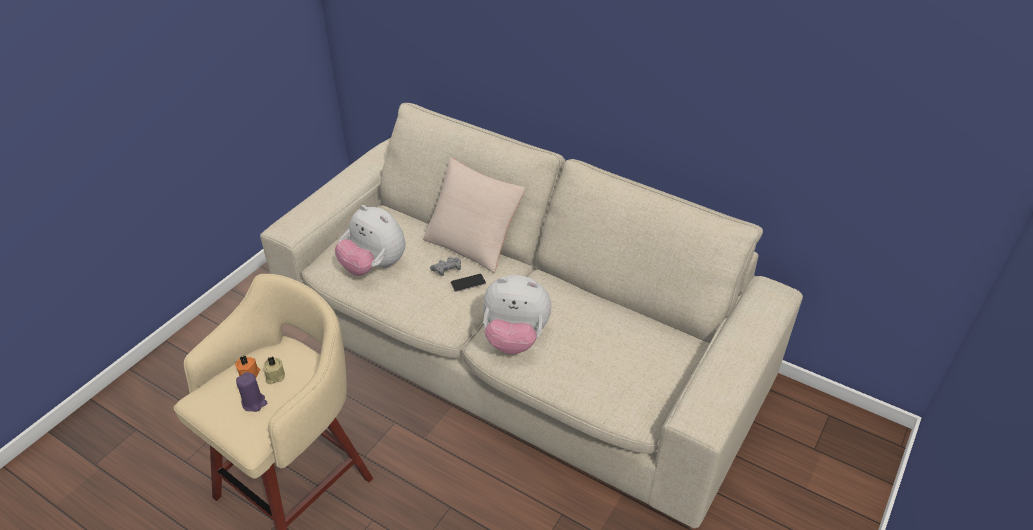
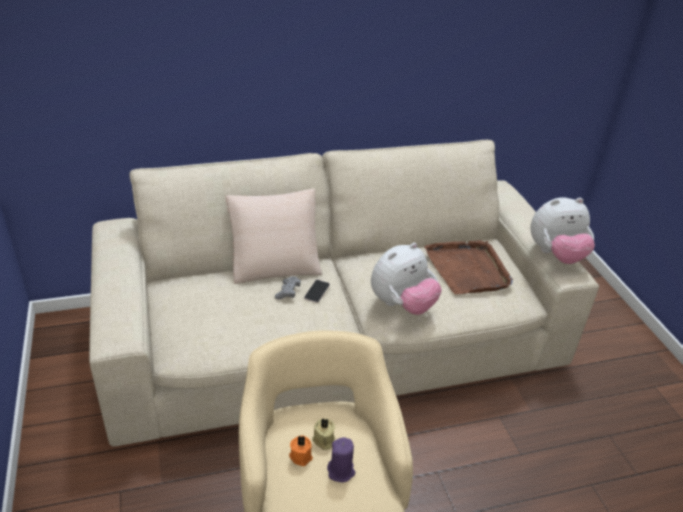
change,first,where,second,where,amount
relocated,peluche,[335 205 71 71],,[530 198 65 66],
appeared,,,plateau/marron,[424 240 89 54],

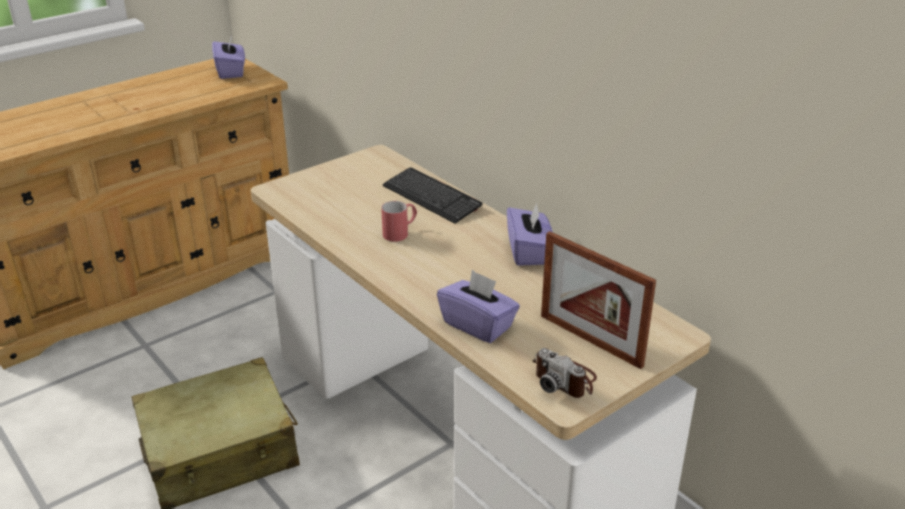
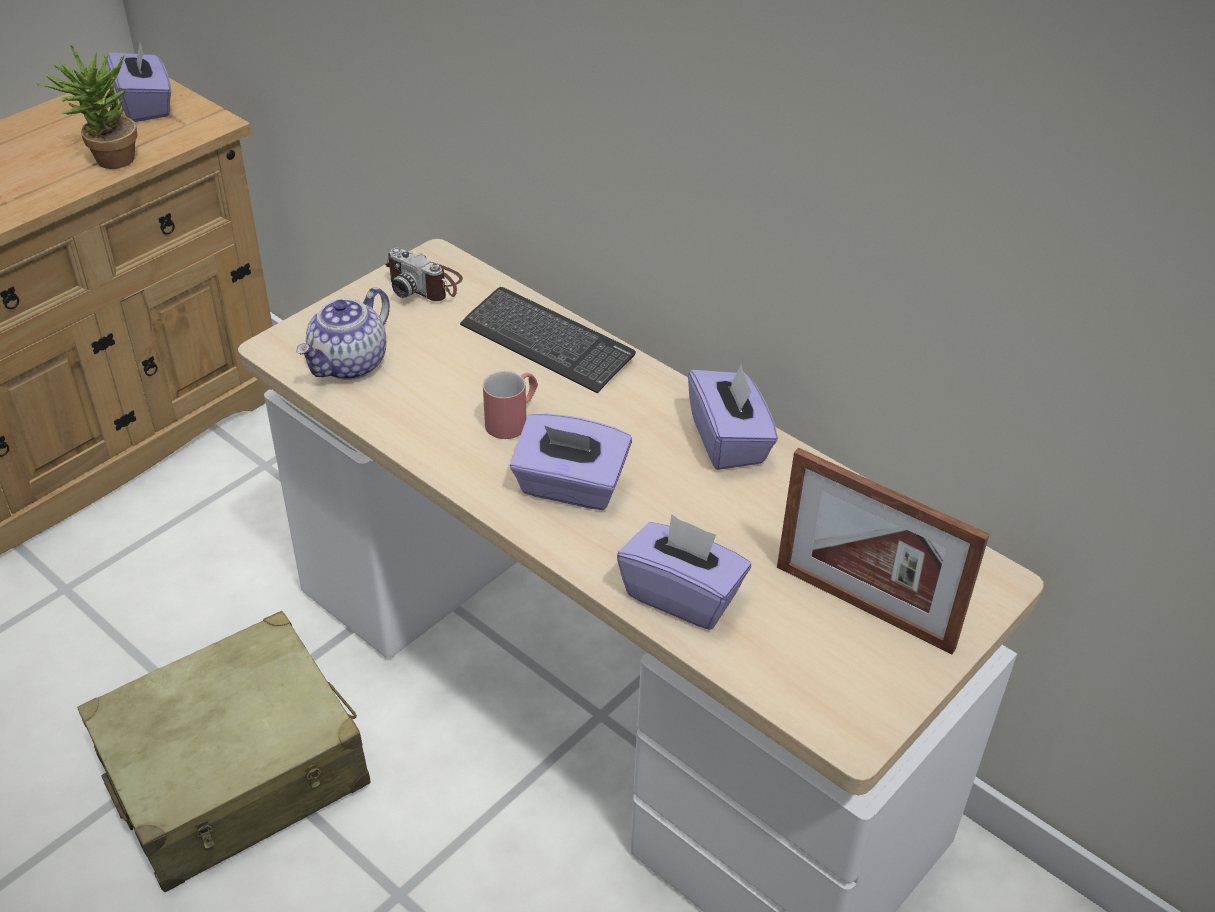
change,first,where,second,where,amount
relocated,appareil photo,[532 348 65 50],,[385 247 78 54],
appeared,,,plante en pot,[37 44 100 125],
appeared,,,théière,[296 287 94 93],
appeared,,,boîte à mouchoirs/violet,[510 413 122 97],

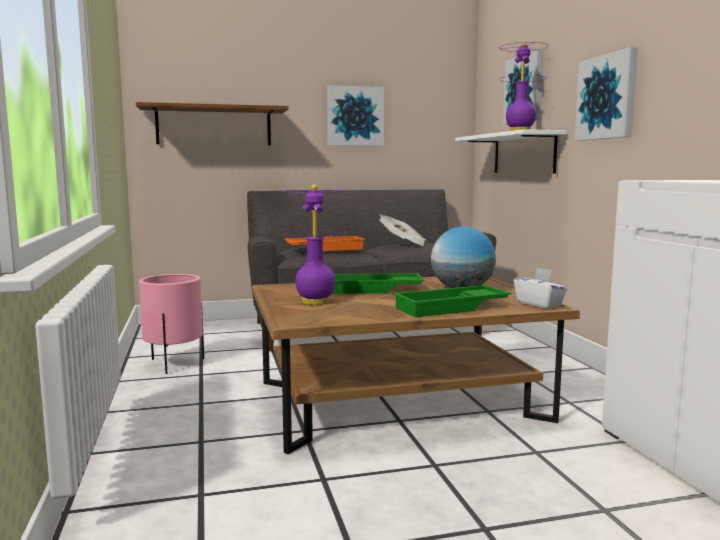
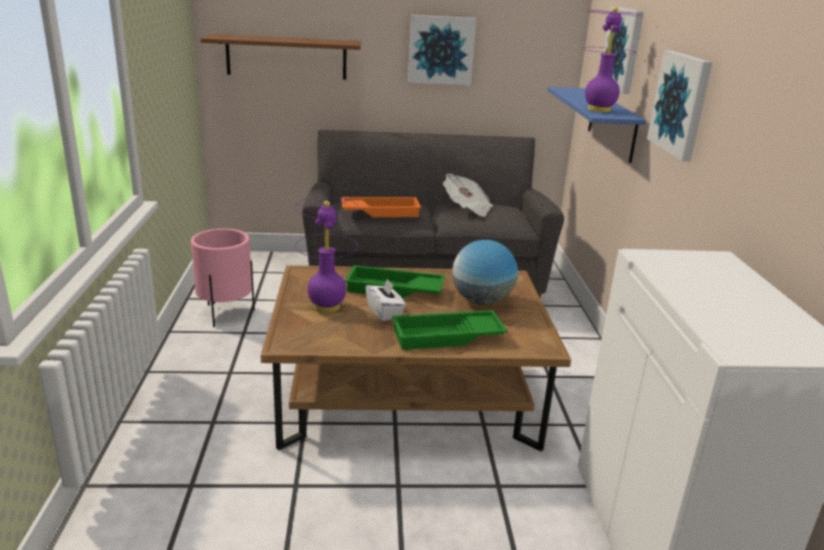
change,first,where,second,where,amount
colour,étagère/blanc,[455 129 112 45],étagère/bleu,[547 87 99 76],
relocated,boîte à mouchoirs/blanc,[514 268 53 40],,[365 278 41 43],

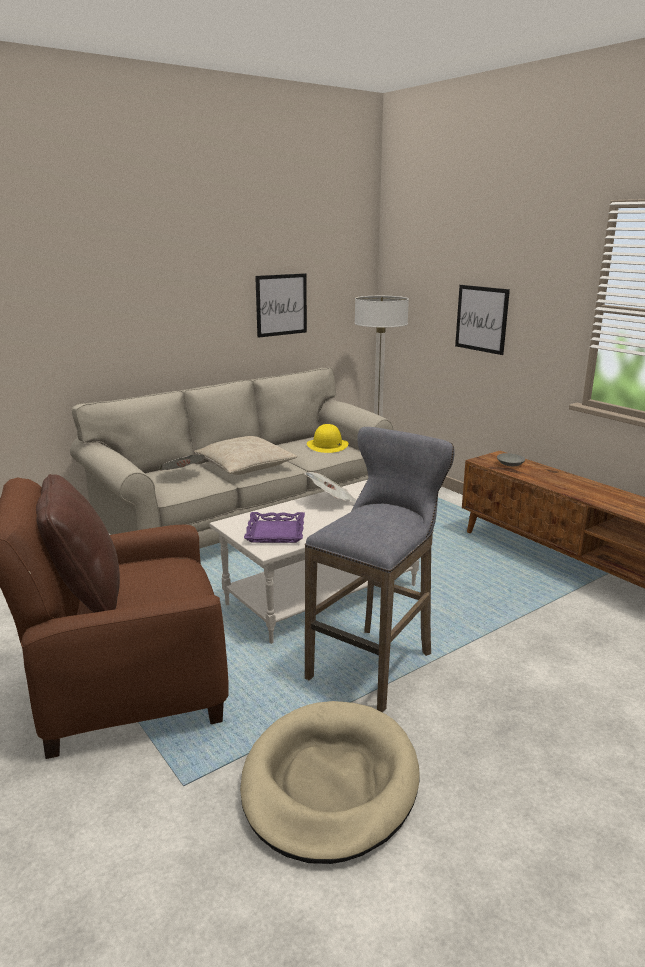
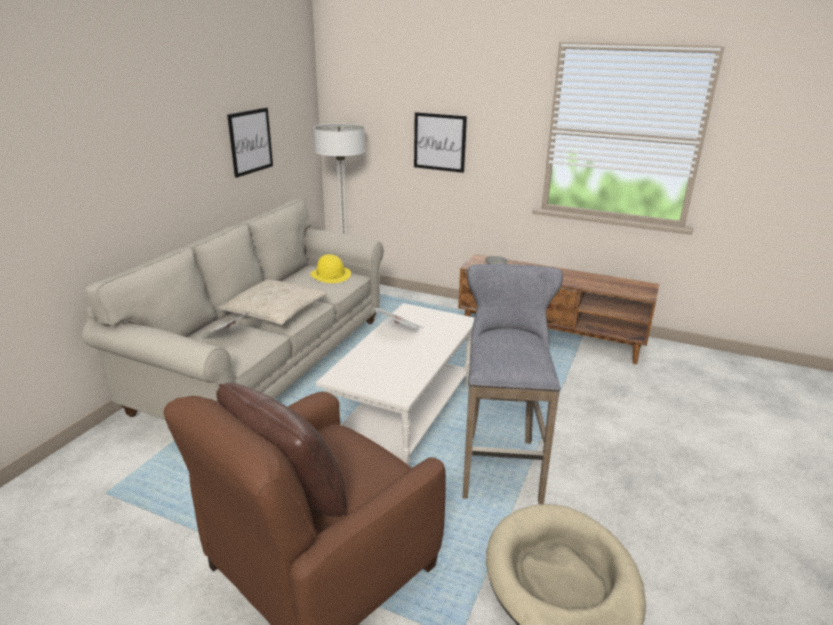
change,first,where,second,where,amount
missing,plateau/violet,[244 512 61 31],,,

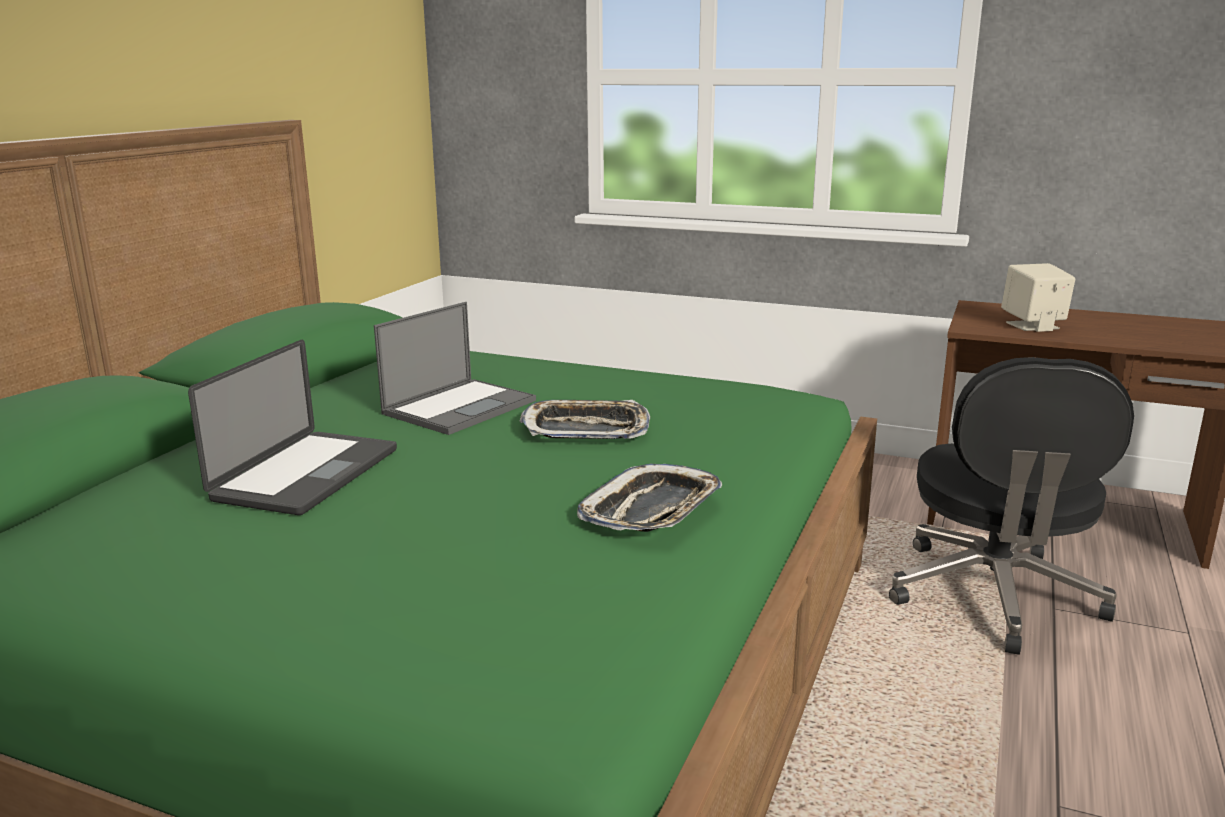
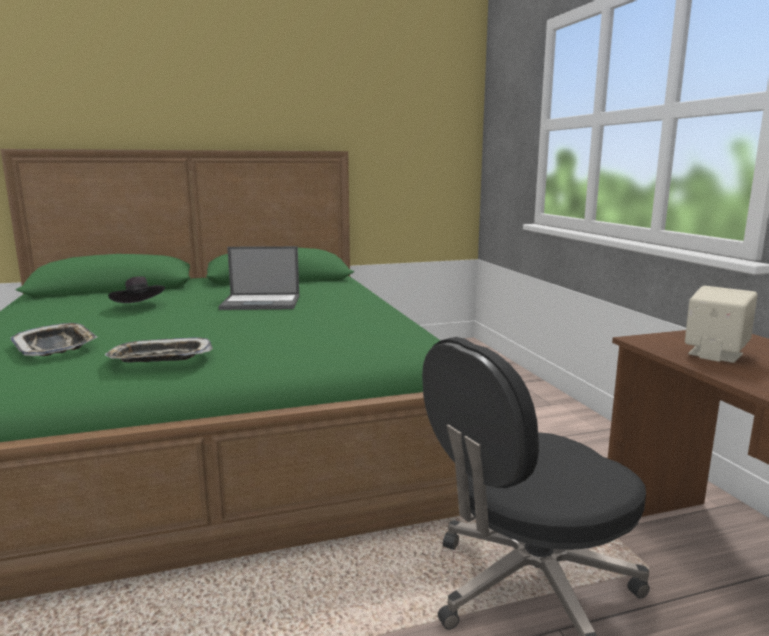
change,first,where,second,where,amount
exchanged,ordinateur portable,[188 340 209 175],chapeau/noir,[108 276 57 27],
relocated,plateau,[519 400 131 39],,[11 323 87 33],

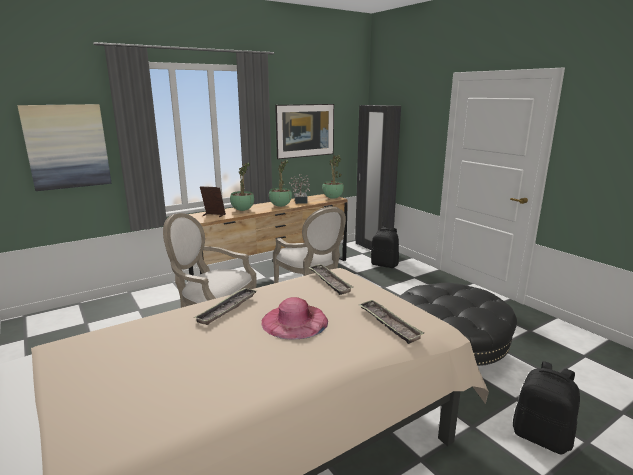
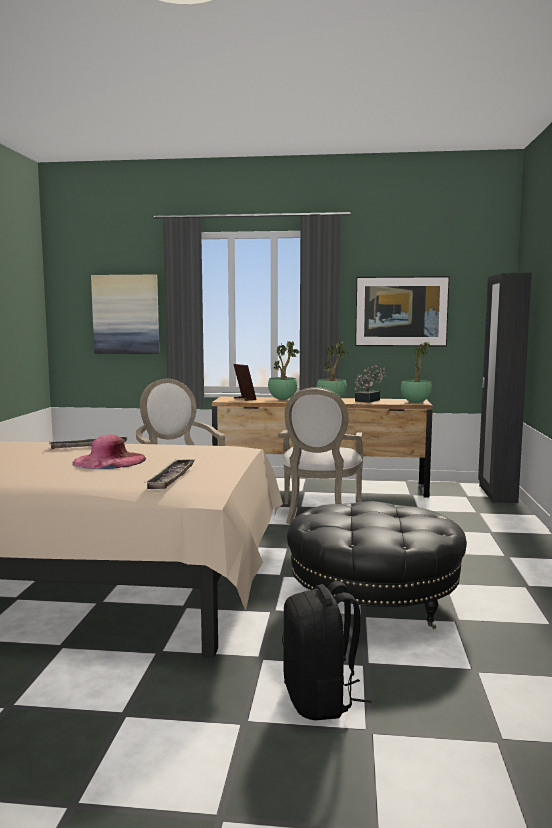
change,first,where,second,where,amount
missing,sac à dos/noir,[371 226 28 42],,,
missing,plateau,[308 264 45 31],,,

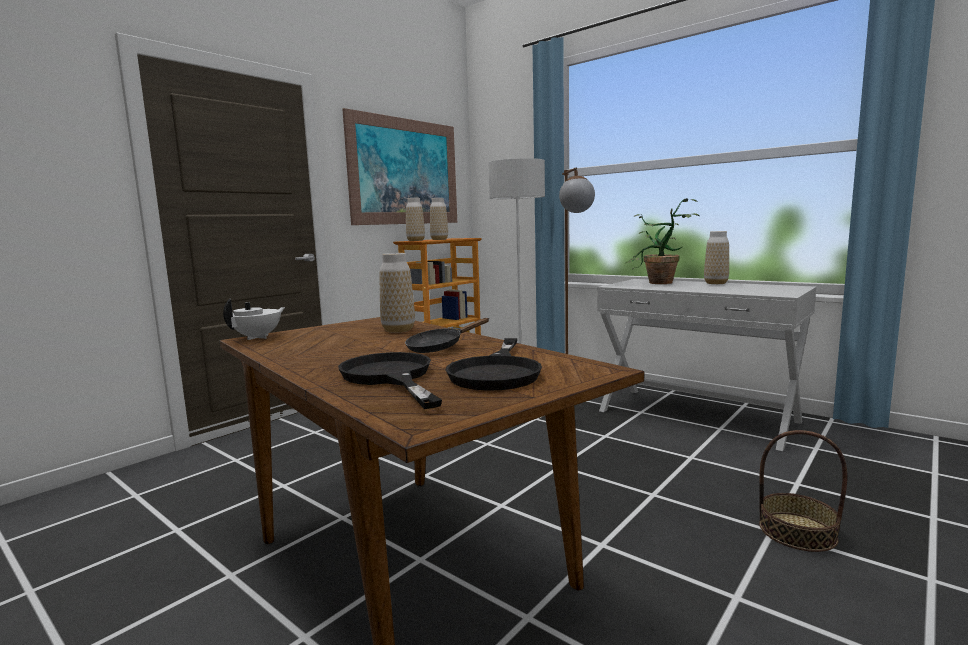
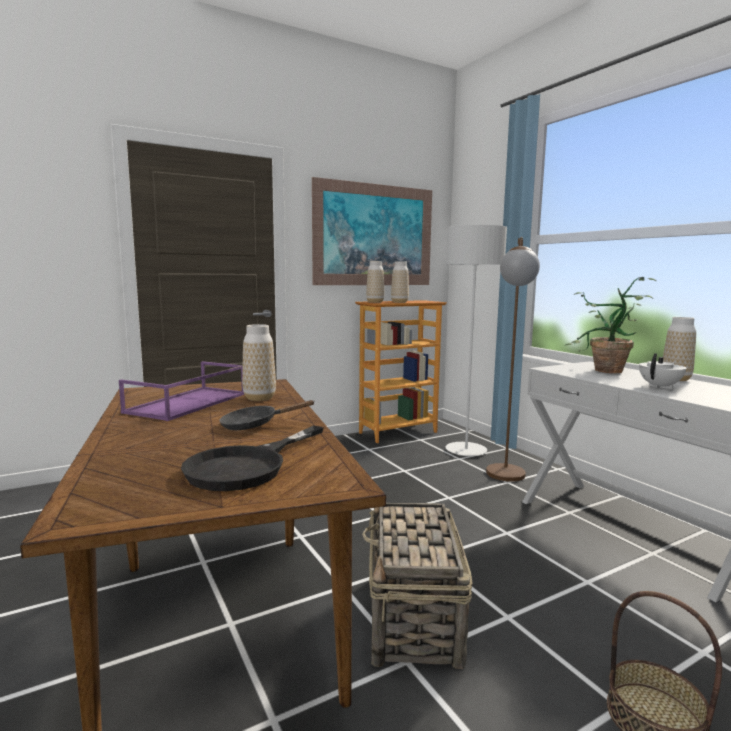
change,first,where,second,where,amount
relocated,théière/blanc,[223 299 62 41],,[639 353 48 36],
missing,poêle/noir,[338 352 104 57],,,
appeared,,,plateau/violet,[119 361 125 60],
appeared,,,panier,[362 503 111 166],

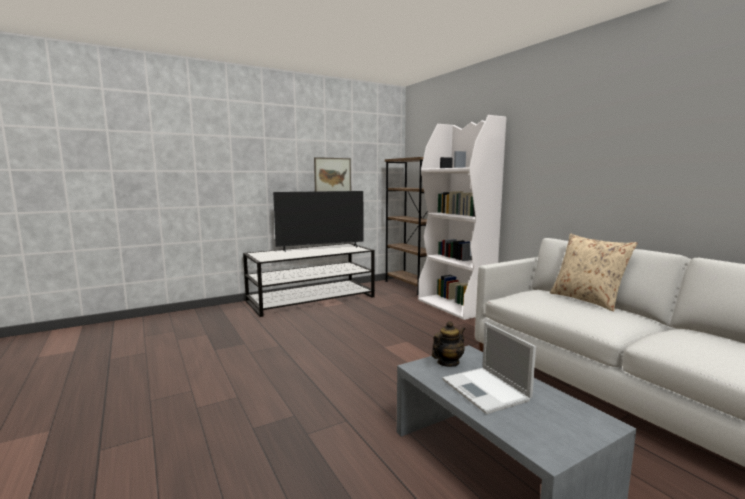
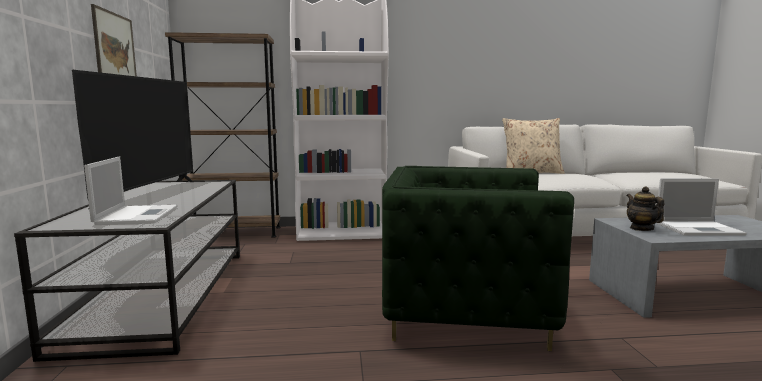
change,first,where,second,where,amount
appeared,,,ordinateur portable,[84 156 93 69],
appeared,,,fauteuil/vert,[382 166 192 185],

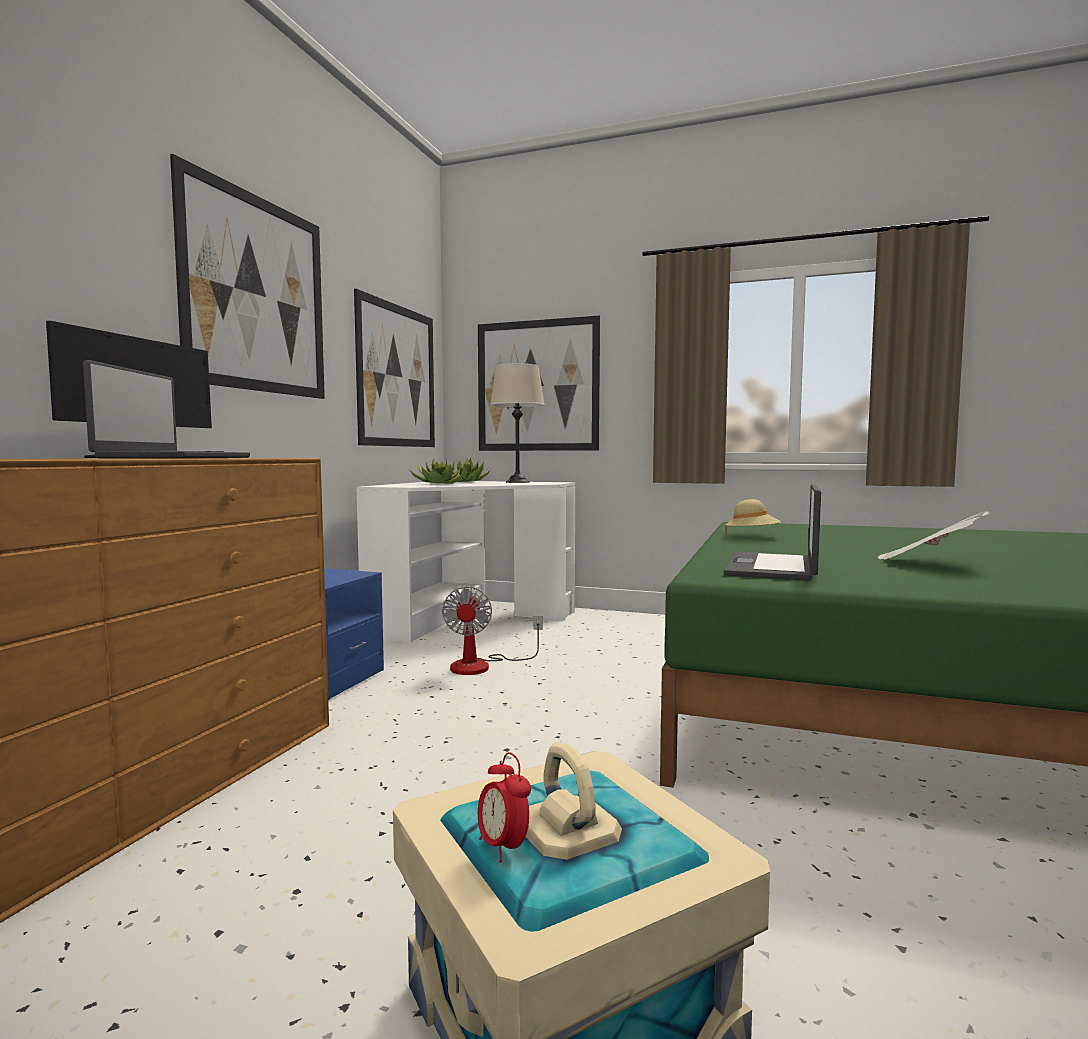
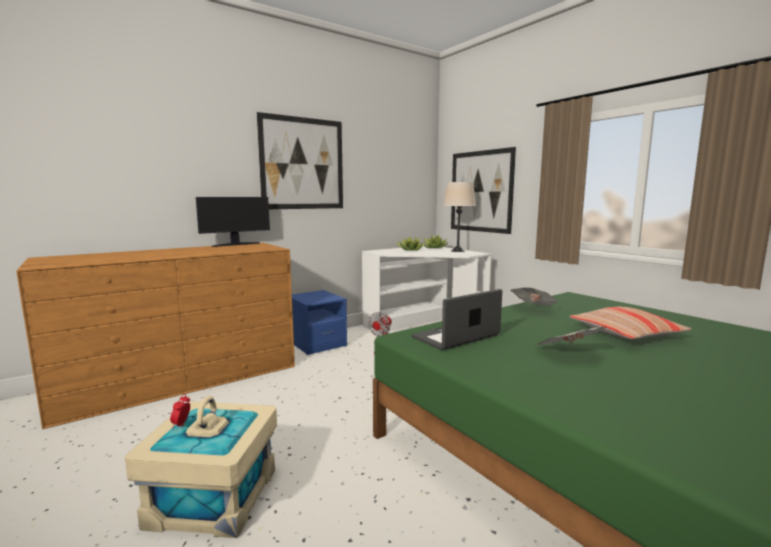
change,first,where,second,where,amount
missing,tableau,[354 289 81 158],,,
missing,ordinateur portable,[83 360 167 98],,,
exchanged,chapeau/beige,[725 499 56 36],journal,[510 288 48 18],
appeared,,,coussin,[569 307 122 32],

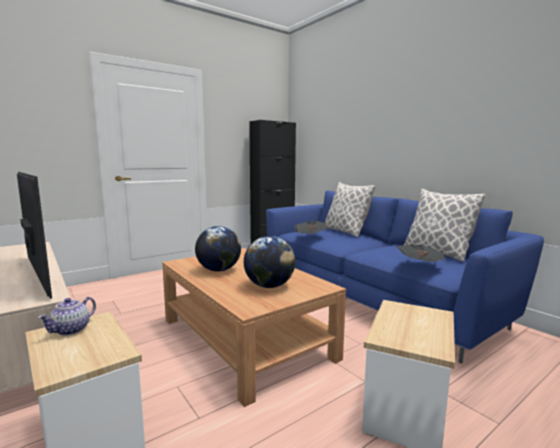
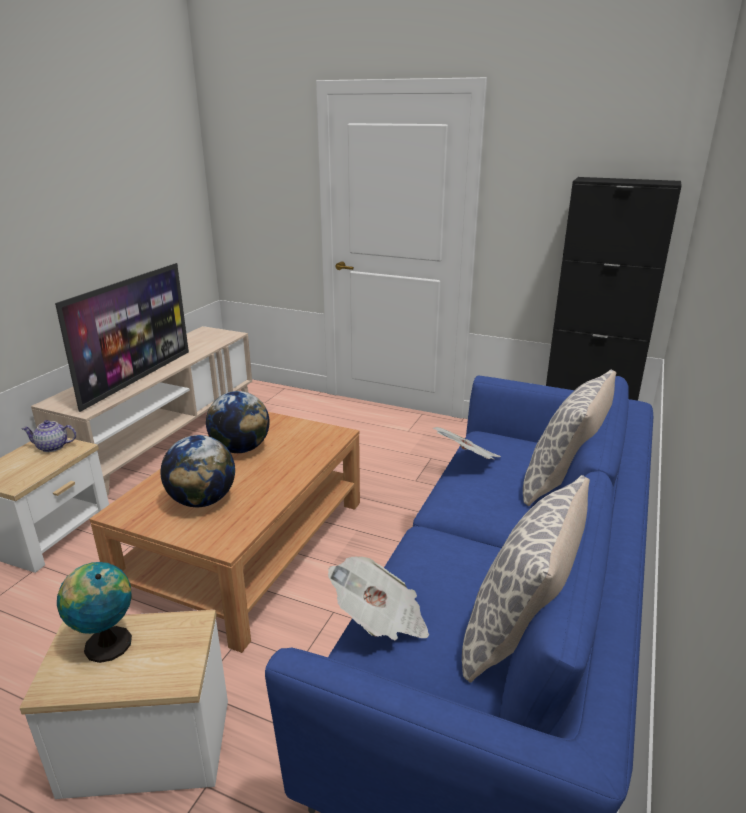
change,first,where,second,where,amount
appeared,,,globe,[57 562 75 101],

